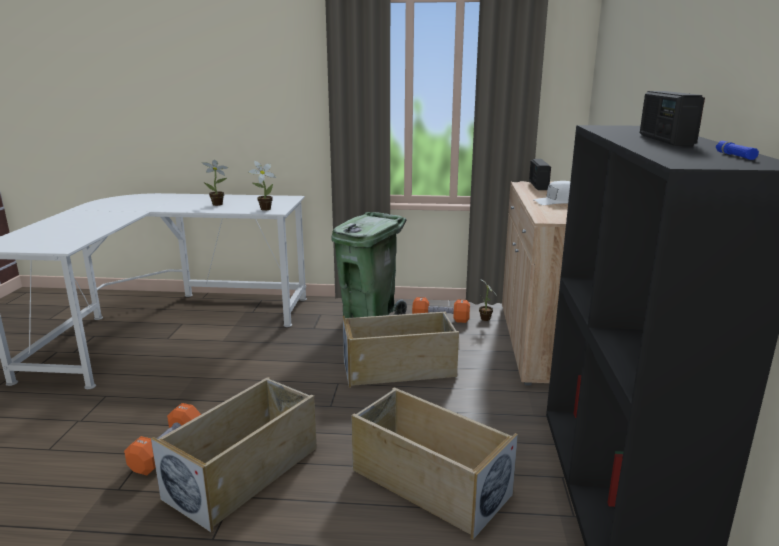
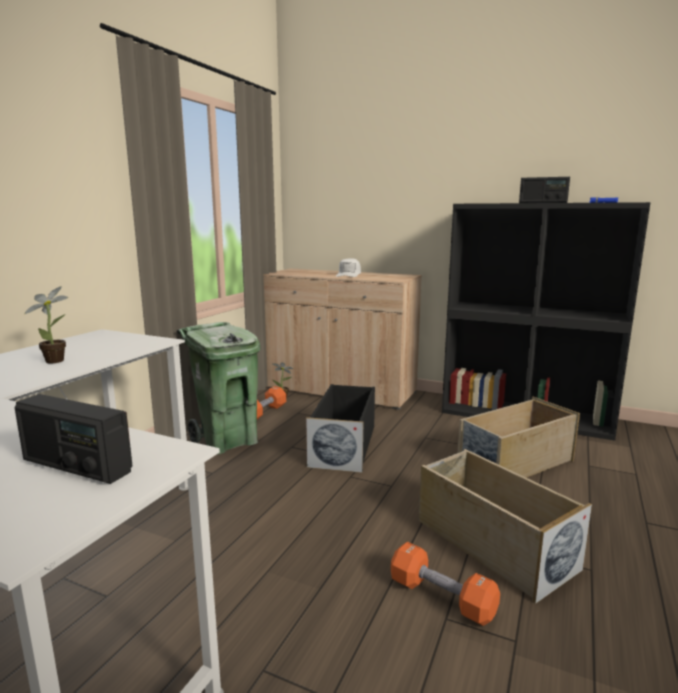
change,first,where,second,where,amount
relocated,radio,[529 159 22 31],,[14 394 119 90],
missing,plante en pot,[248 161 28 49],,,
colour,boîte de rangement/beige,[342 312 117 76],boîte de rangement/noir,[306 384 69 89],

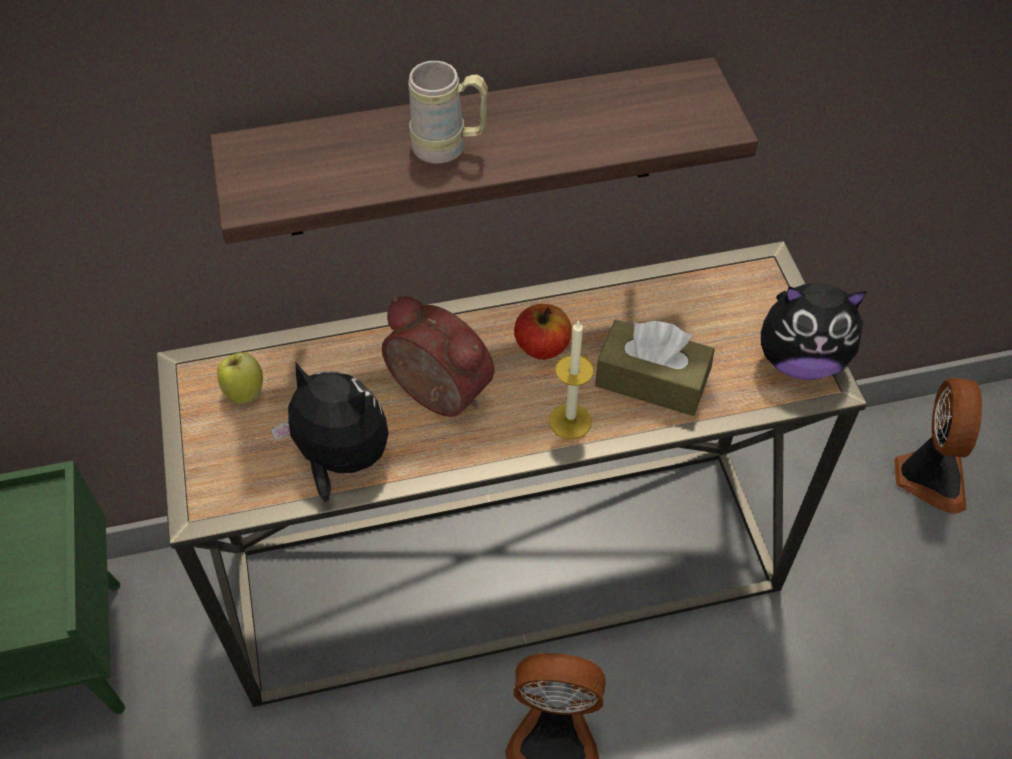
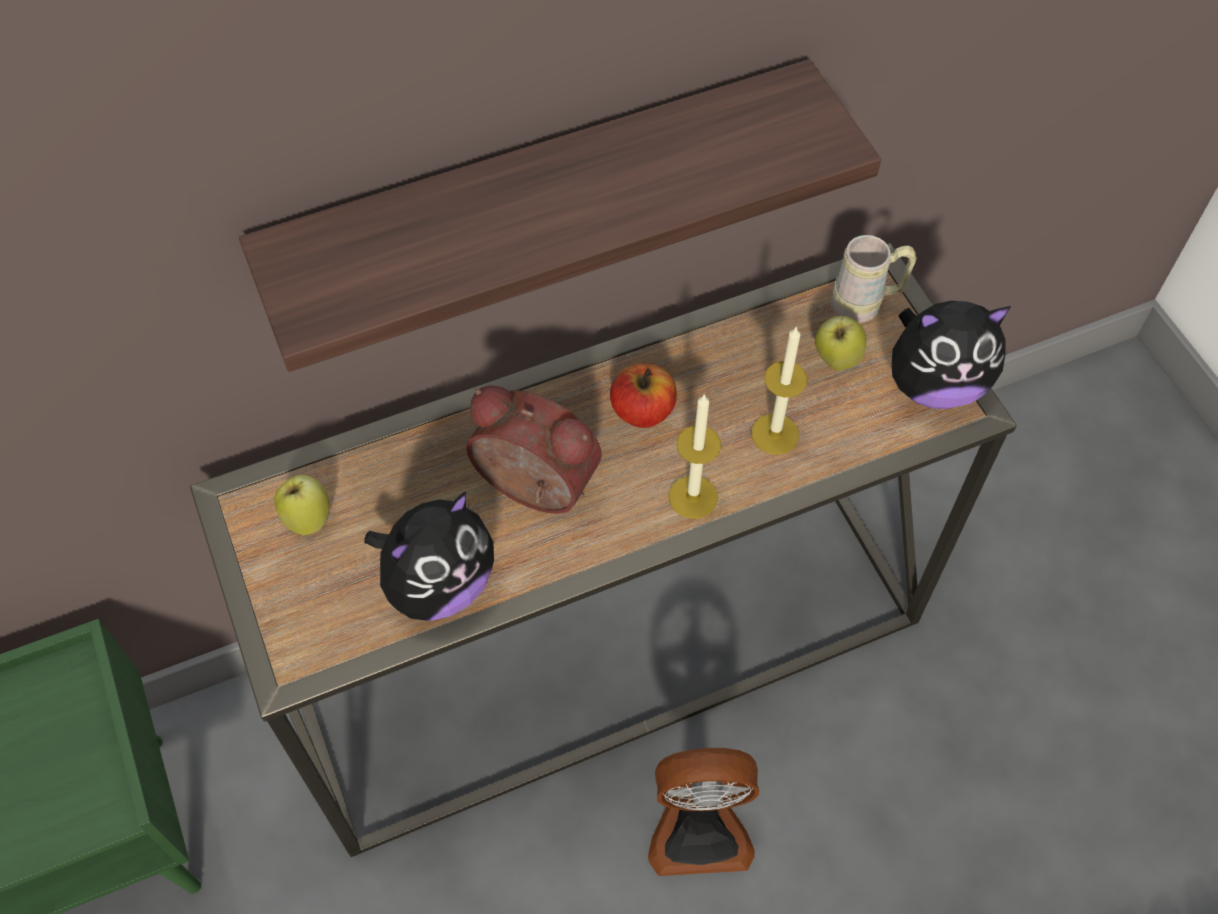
change,first,where,second,where,amount
relocated,mug/beige,[409 61 79 103],,[831 235 86 88],
exchanged,boîte à mouchoirs/marron,[595 320 120 96],bougie,[751 326 57 129],
spun,peluche,[271 363 118 139],,[364 492 130 129],120 degrees clockwise
missing,ventilateur,[894 378 88 136],,,
appeared,,,pomme,[815 316 52 55],

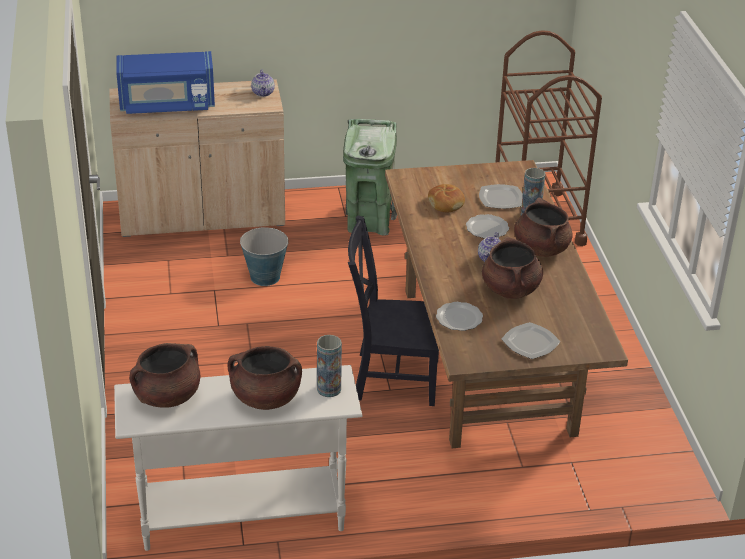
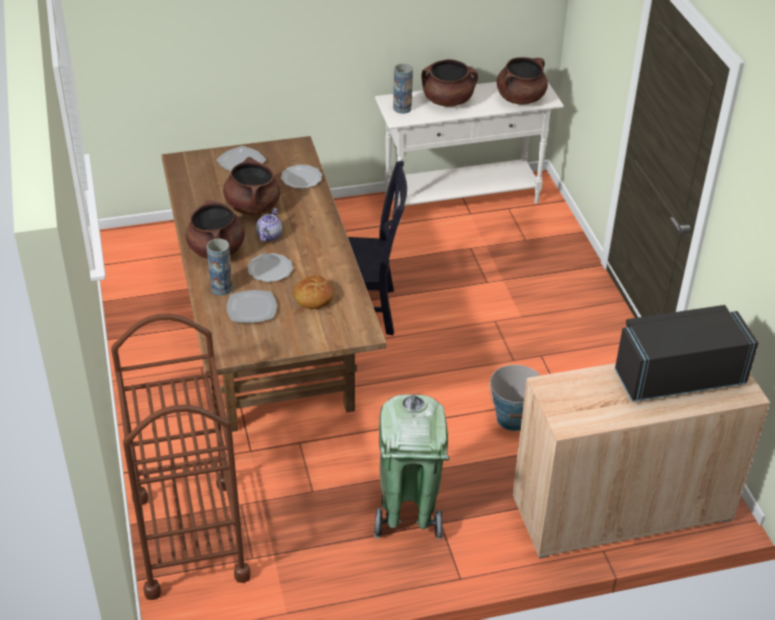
change,first,where,second,where,amount
colour,micro-ondes/bleu,[116 51 99 63],micro-ondes/noir,[615 305 143 97],
missing,théière,[251 69 24 28],,,

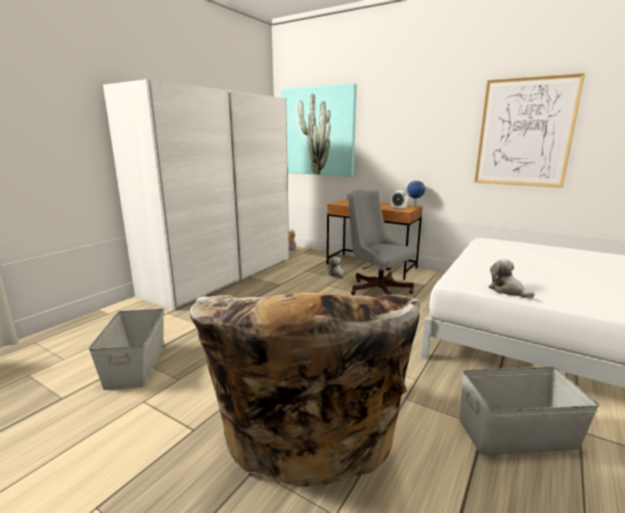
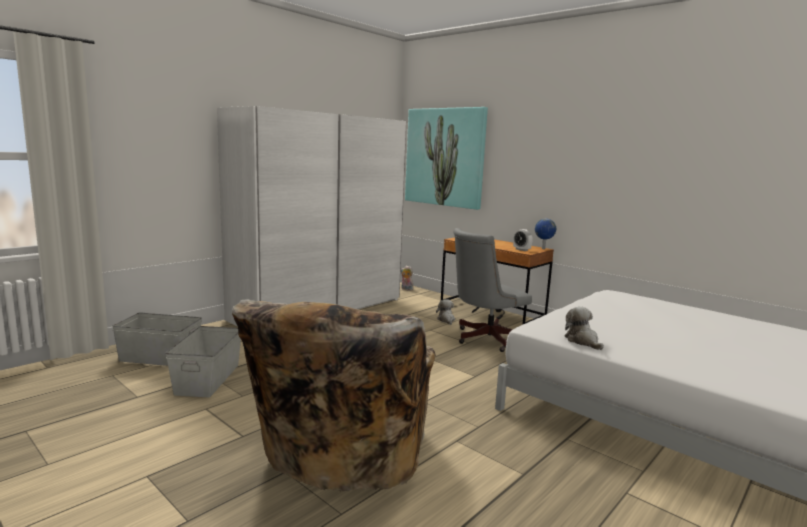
change,first,where,second,where,amount
missing,tableau,[474 73 111 115],,,
spun,chaise de bureau/gris,[347 189 70 106],,[453 228 79 124],90 degrees counterclockwise
relocated,boîte de rangement/gris,[460 367 139 88],,[112 313 90 53],

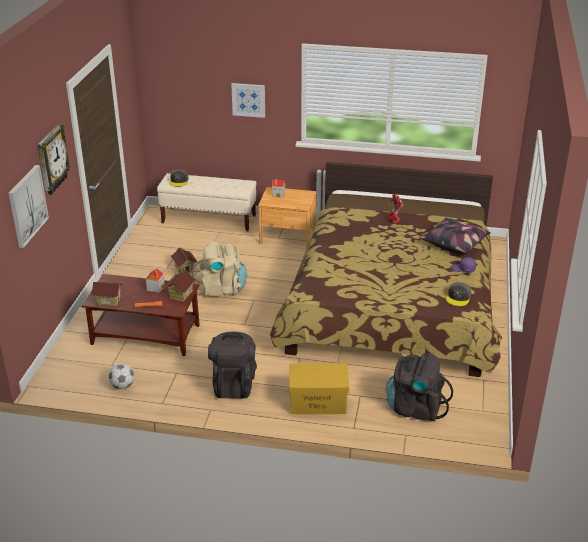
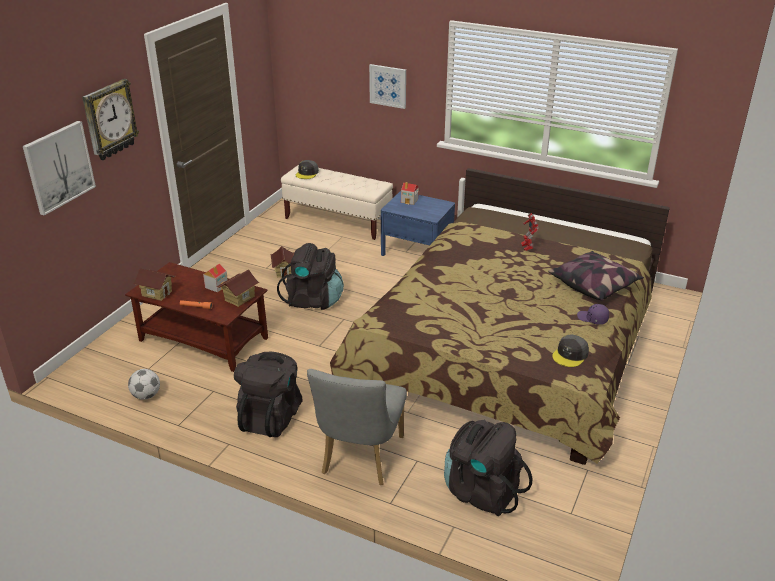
change,first,where,second,where,amount
colour,table de chevet/marron,[258 187 59 62],table de chevet/bleu,[381 191 74 65],
colour,sac à dos/beige,[192 241 55 56],sac à dos/noir,[277 243 67 67],
exchanged,boîte de rangement/jaune,[289 363 60 51],chaise/gris,[307 369 100 116],

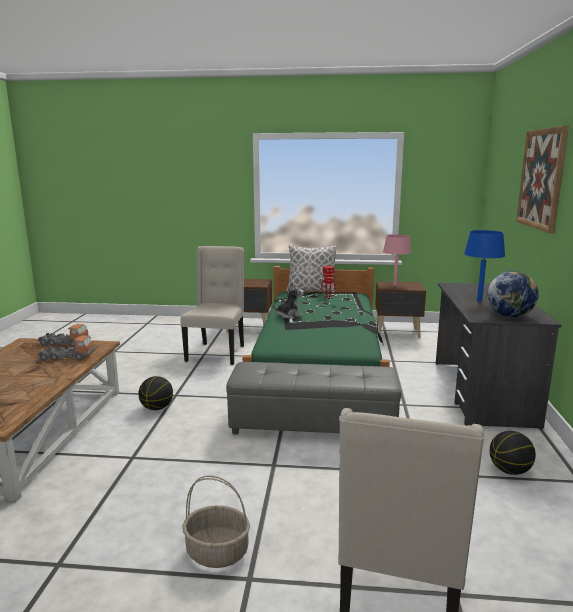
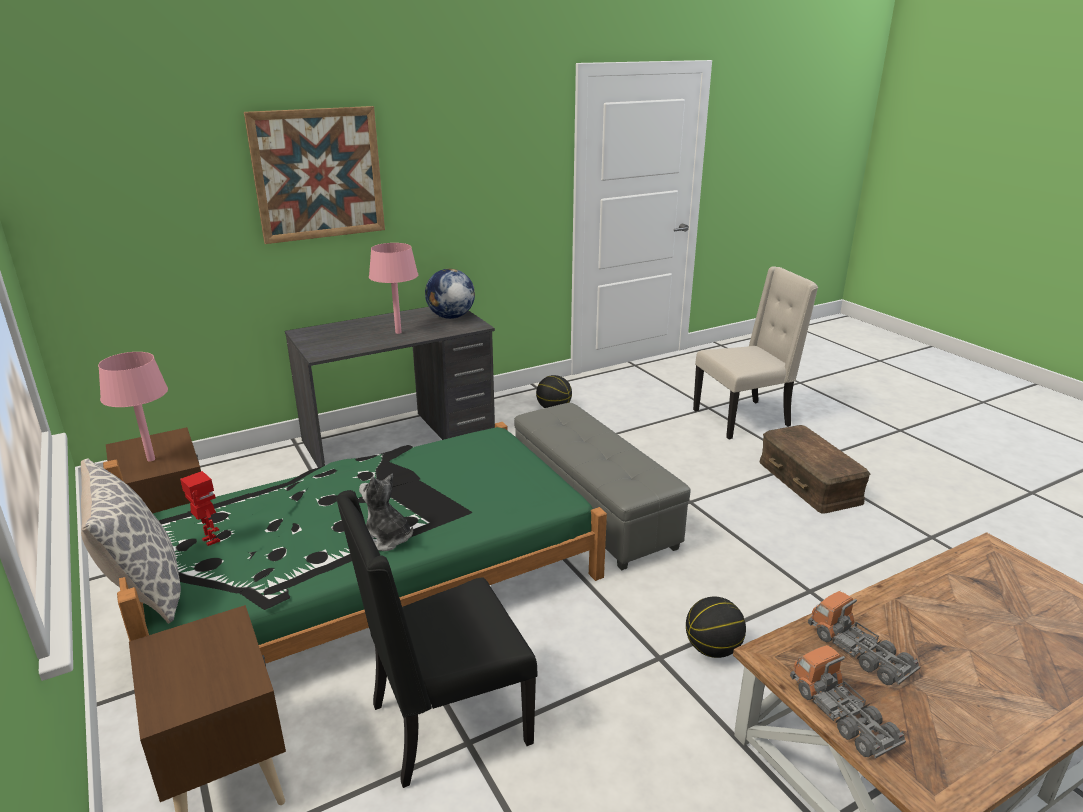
change,first,where,second,where,amount
colour,lampe de table/bleu,[464 230 41 71],lampe de table/rose,[369 243 49 91],
colour,chaise/beige,[180 246 64 119],chaise/noir,[336 490 202 298],
exchanged,panier,[182 475 68 93],boîte de rangement/marron,[760 425 111 89],

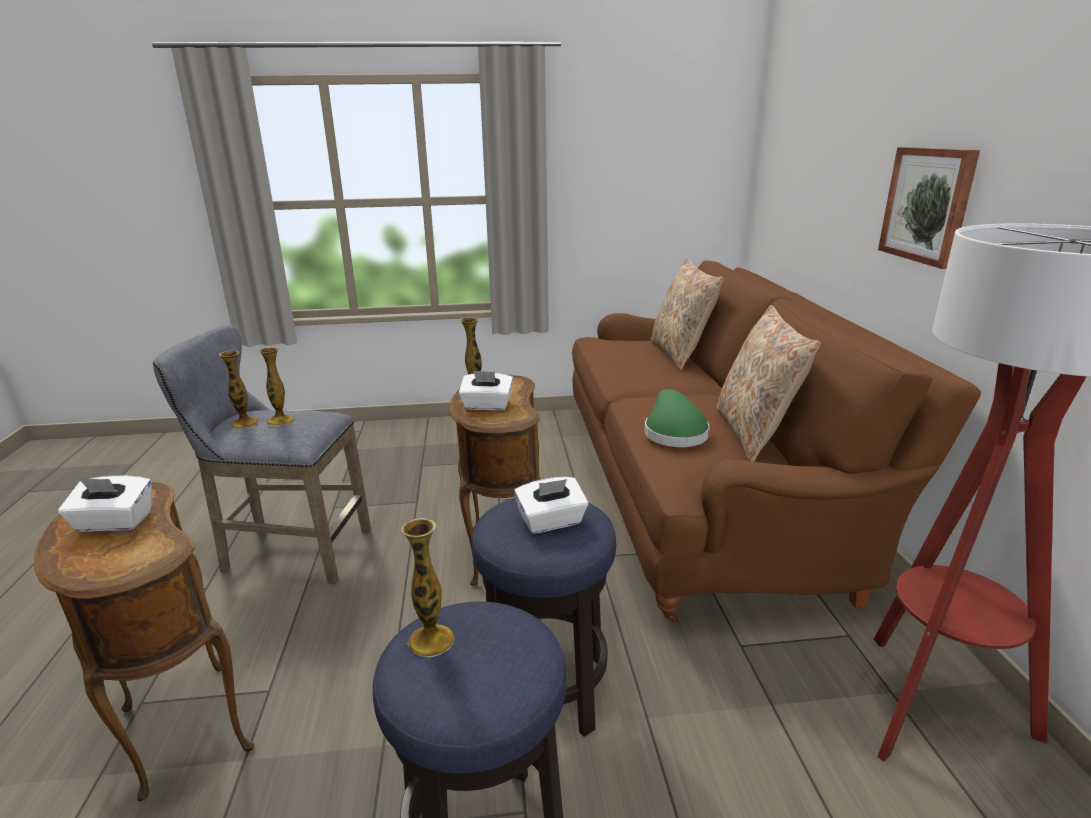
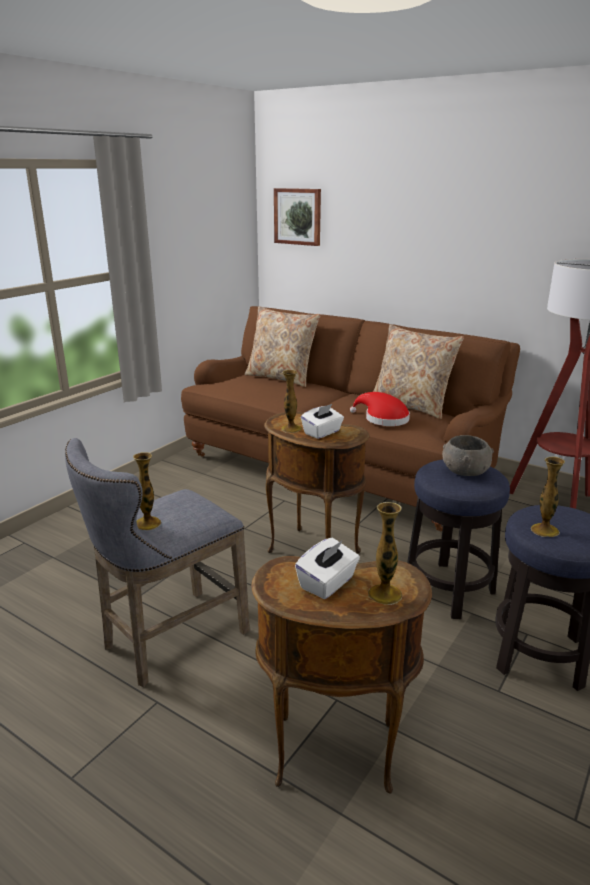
change,first,where,second,where,amount
relocated,tableau,[878 147 102 122],,[274 188 47 58],
relocated,vase,[259 347 35 79],,[368 502 34 103],
colour,chapeau/vert,[645 389 65 58],chapeau/rouge,[350 392 60 34],
exchanged,boîte à mouchoirs/blanc,[514 477 74 57],bol/gris,[442 435 52 41],

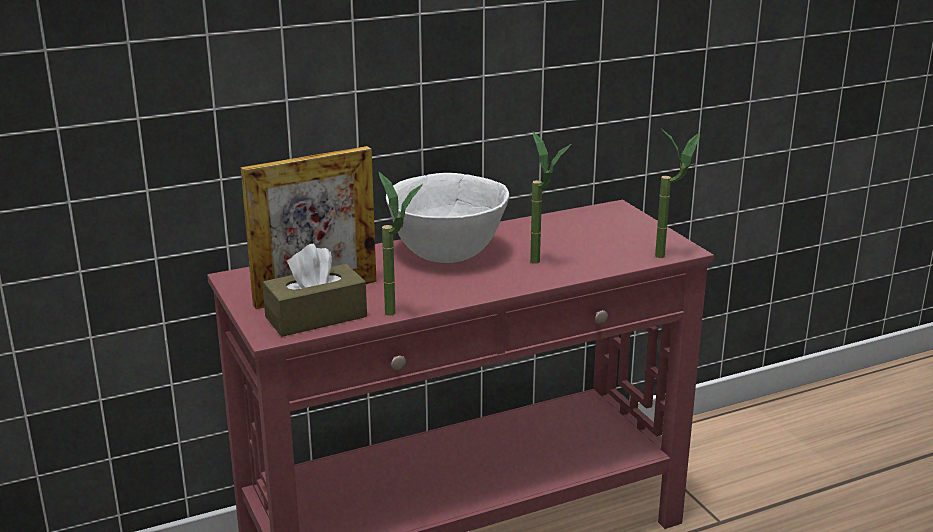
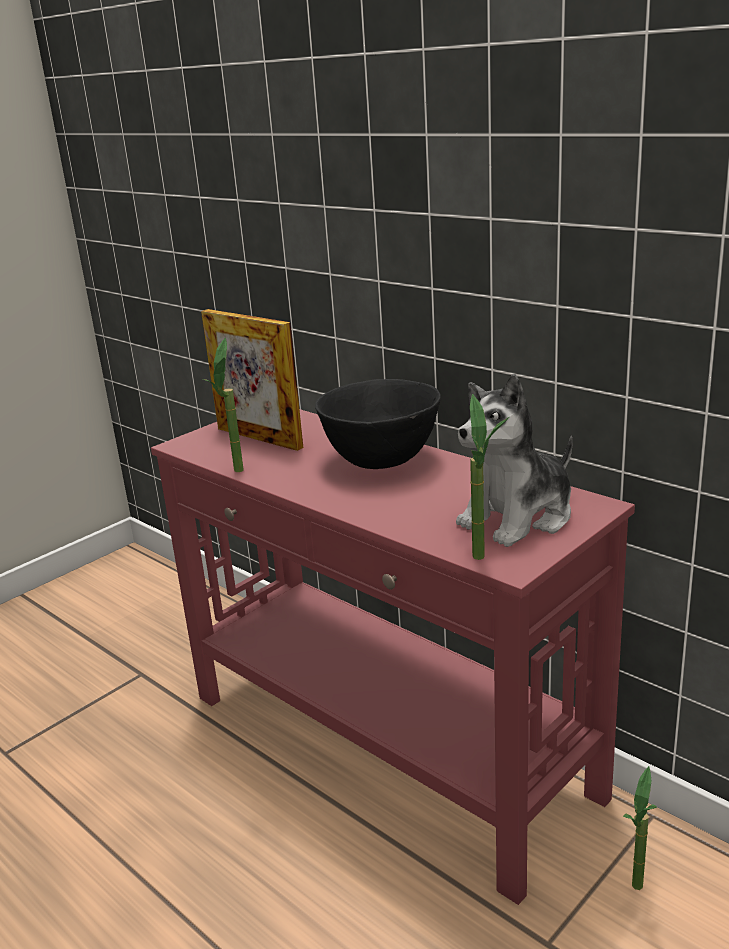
change,first,where,second,where,amount
relocated,plante en pot,[530 131 41 133],,[623 766 34 124],
colour,bol/blanc,[386 173 123 90],bol/noir,[315 379 126 90],
missing,boîte à mouchoirs/marron,[262 244 105 93],,,
appeared,,,peluche,[456 374 117 173],

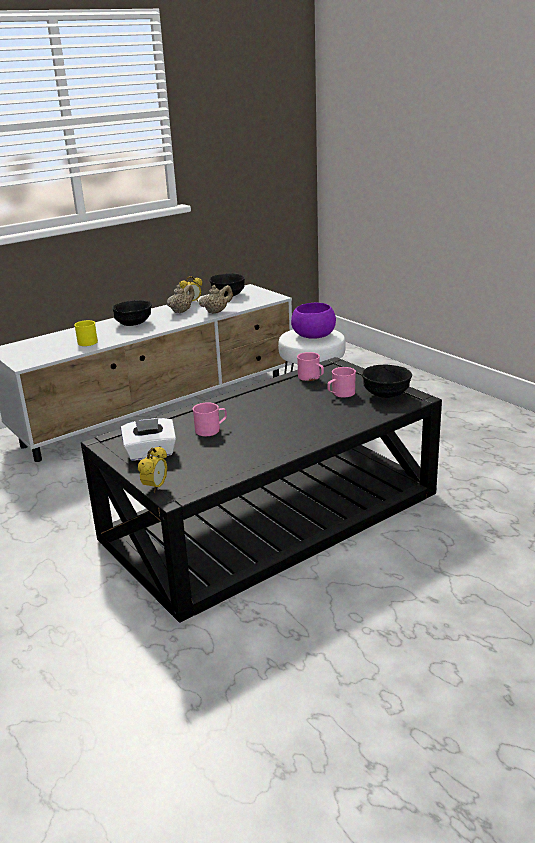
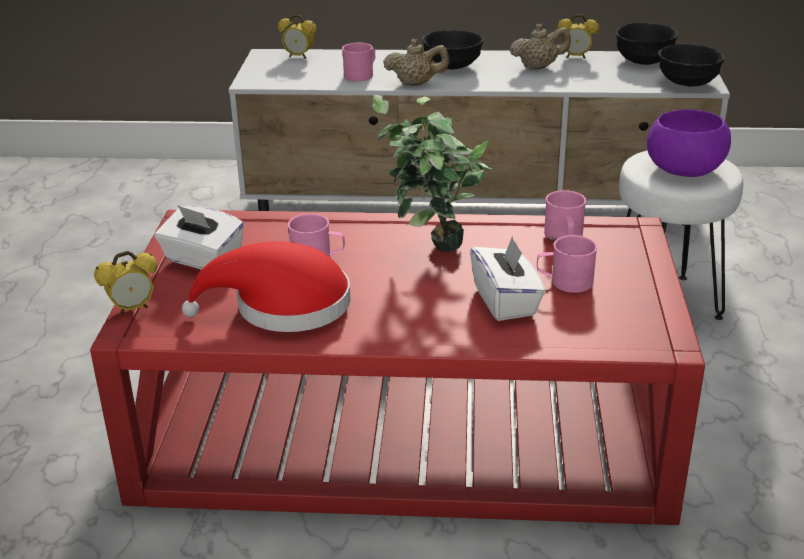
change,first,where,second,where,amount
relocated,théière/beige,[199 285 34 29],,[383 39 67 47],
colour,mug/jaune,[74 320 24 26],mug/rose,[342 43 33 39],
colour,table basse/noir,[81 357 361 266],table basse/rouge,[90 210 615 315],
relocated,bol/noir,[362 364 50 34],,[658 44 67 43],
appeared,,,réveil,[278 15 39 44],
appeared,,,plante en pot,[372 95 121 157],
appeared,,,boîte à mouchoirs/blanc,[470 236 76 85],
appeared,,,chapeau/rouge,[182 241 168 91],

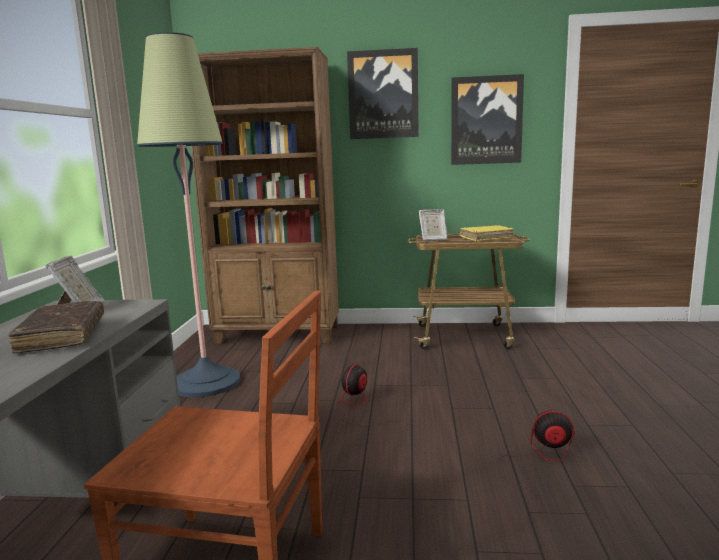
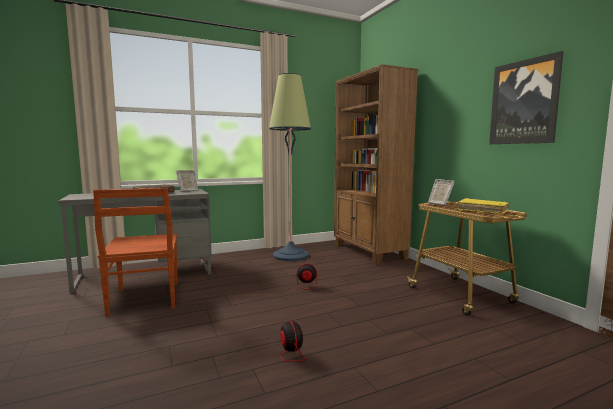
change,first,where,second,where,amount
missing,tableau,[347 48 72 91],,,

